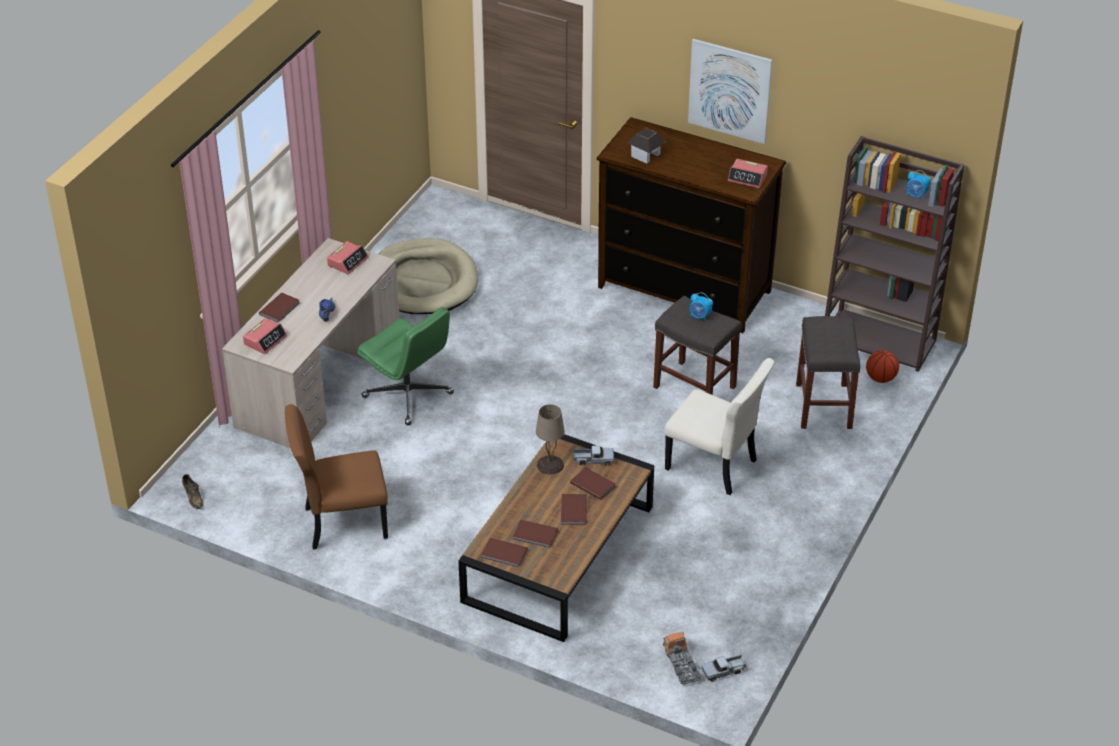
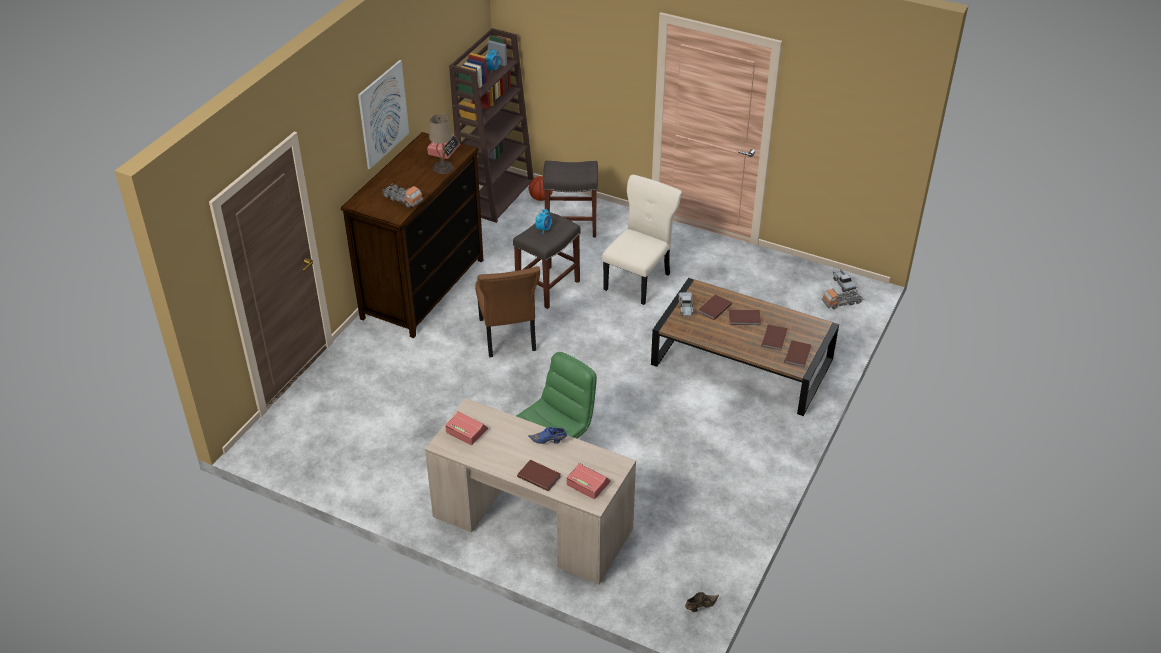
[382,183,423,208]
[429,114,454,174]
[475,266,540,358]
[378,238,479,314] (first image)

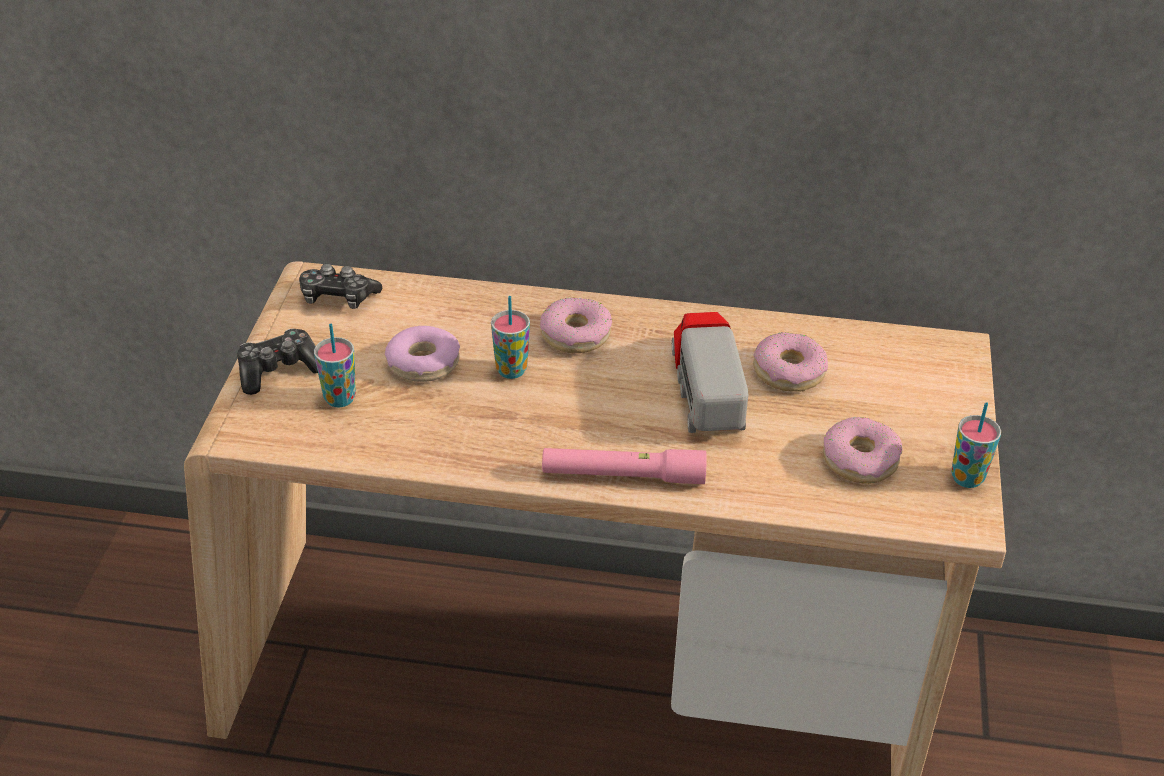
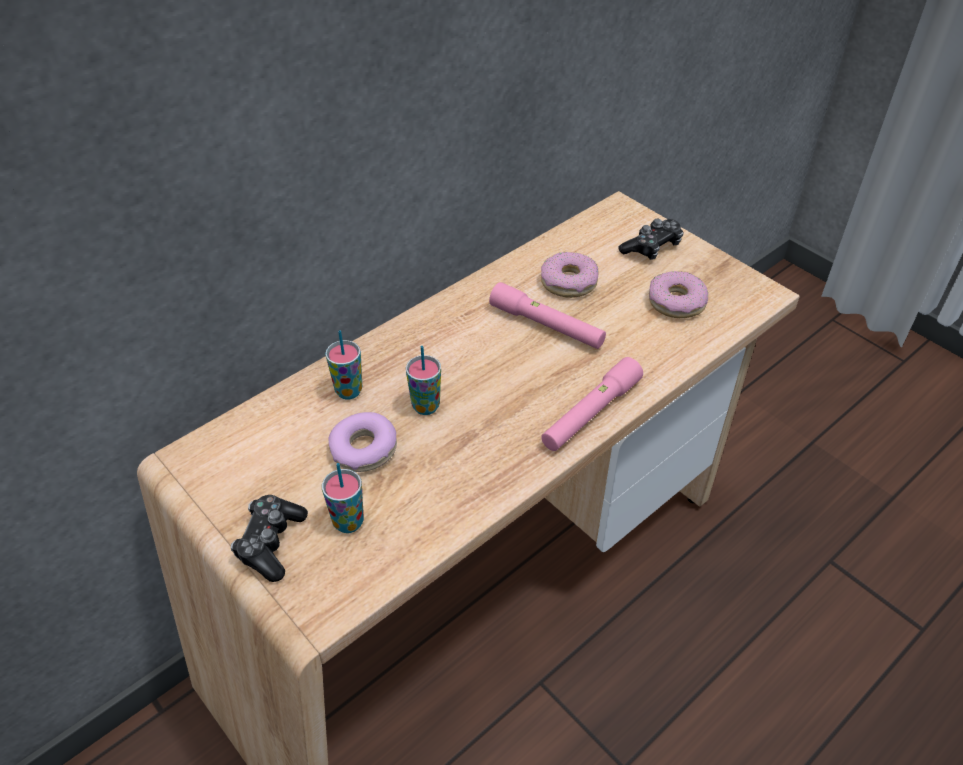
[325,330,362,399]
[489,282,606,349]
[619,219,683,260]
[540,297,612,353] (first image)

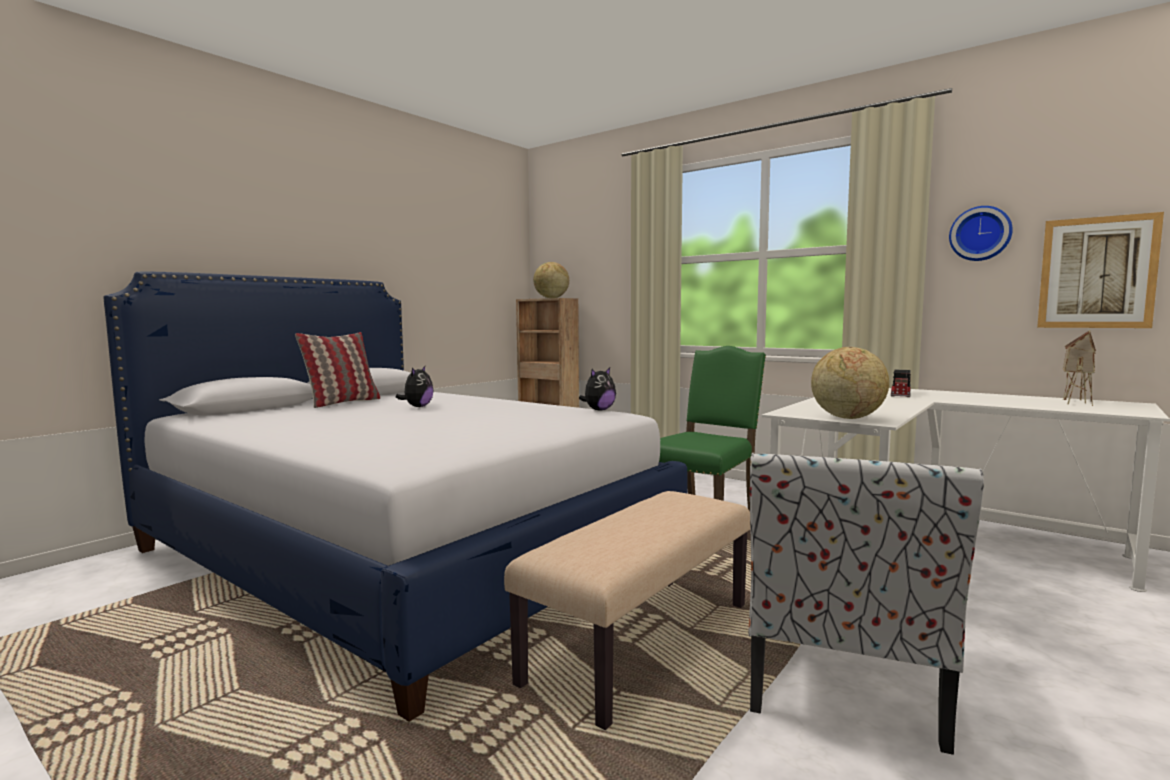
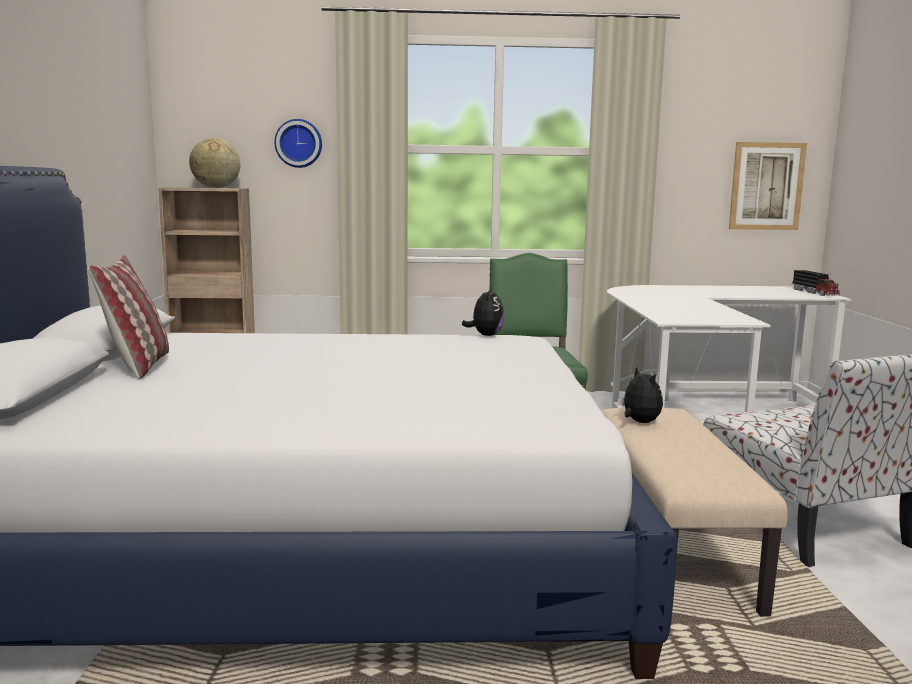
[275,119,322,168]
[618,367,663,423]
[792,270,840,296]
[811,347,889,419] (first image)
[1063,330,1096,406] (first image)

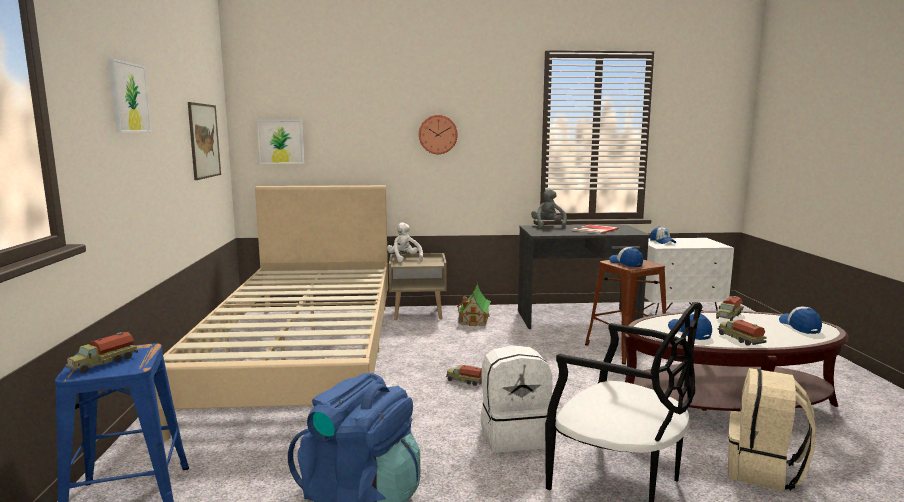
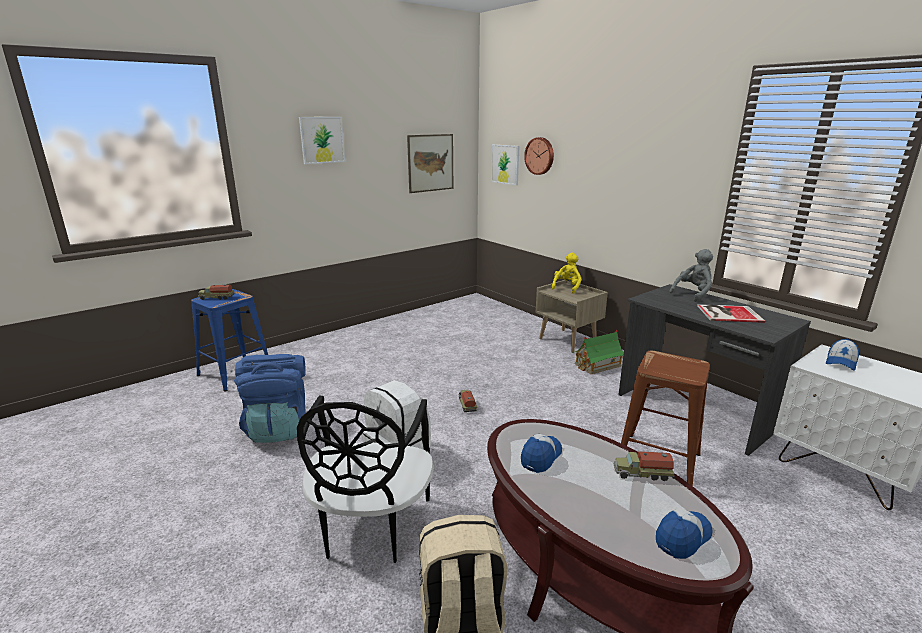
[524,137,554,175]
[551,253,582,294]
[154,185,388,441] (first image)
[609,247,643,267] (first image)
[717,320,766,346] (first image)

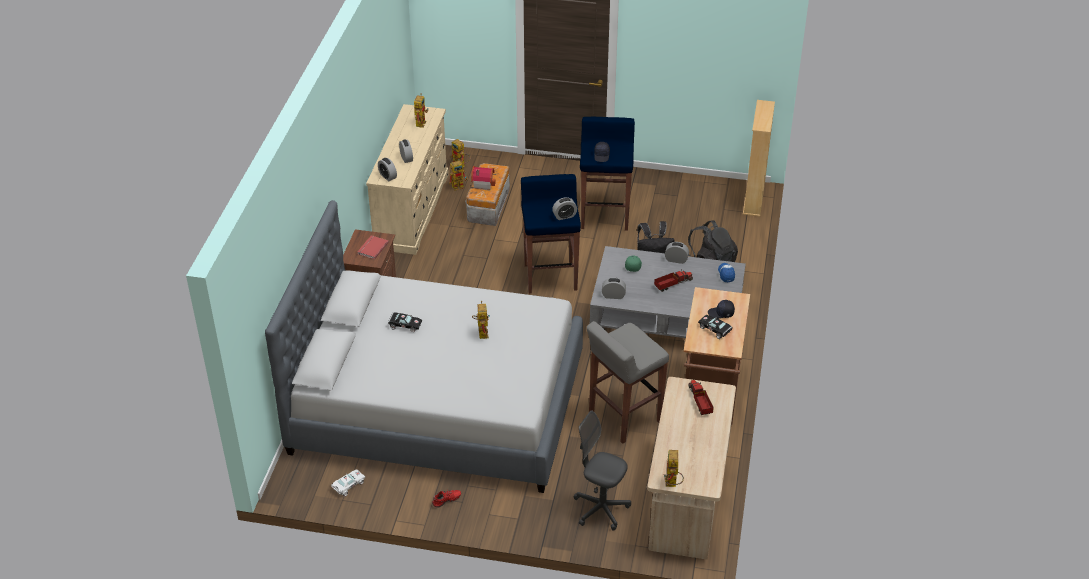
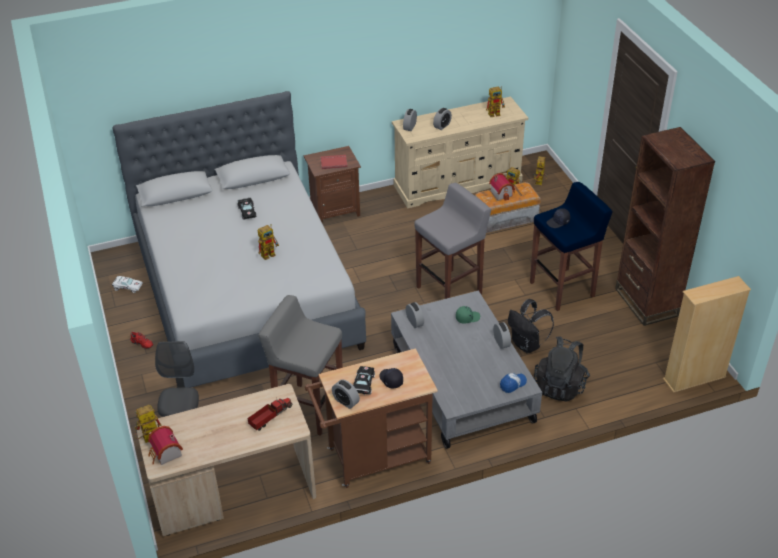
[148,426,183,465]
[332,380,360,409]
[414,183,491,299]
[615,127,715,326]
[654,271,693,292] (first image)

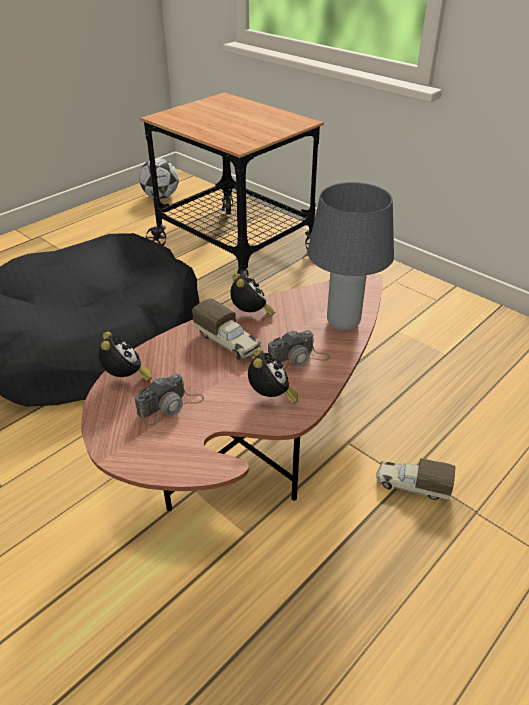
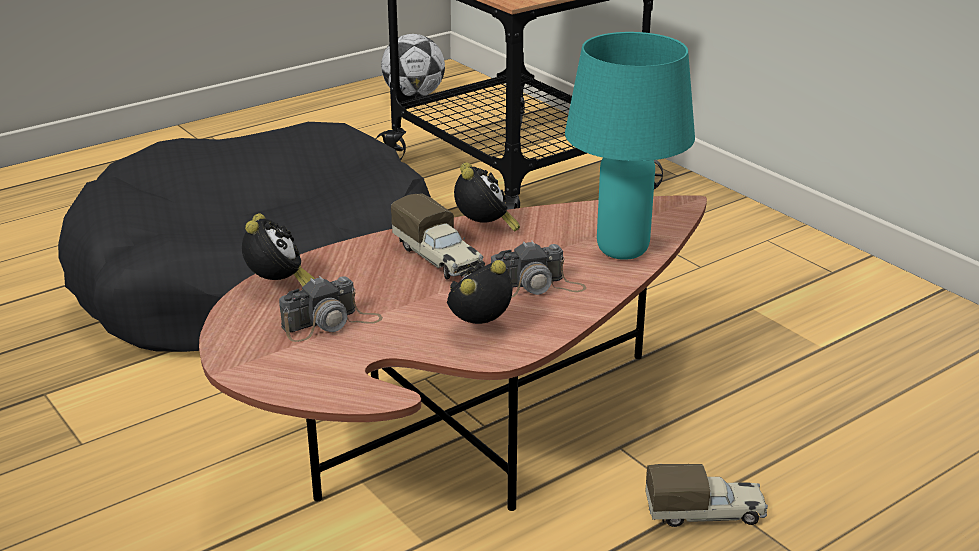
[447,260,512,324]
[565,32,695,260]
[645,464,768,527]

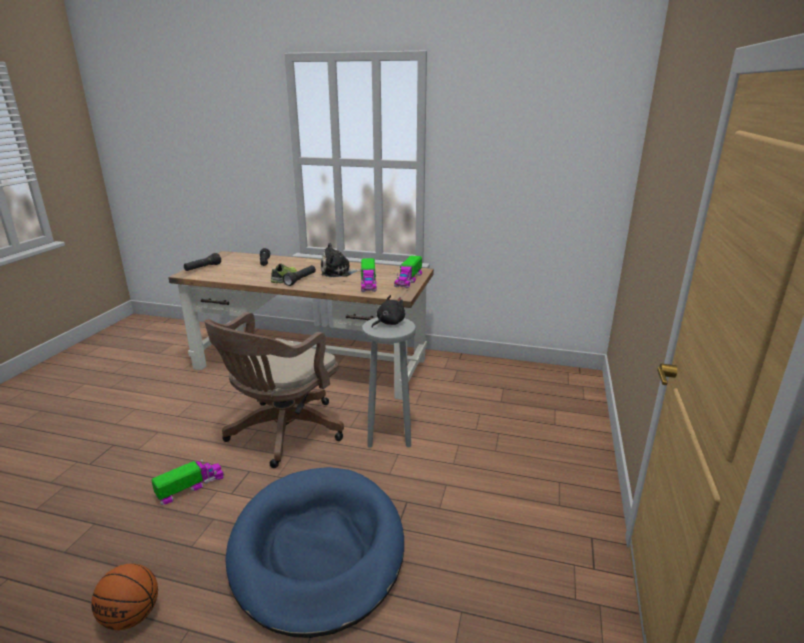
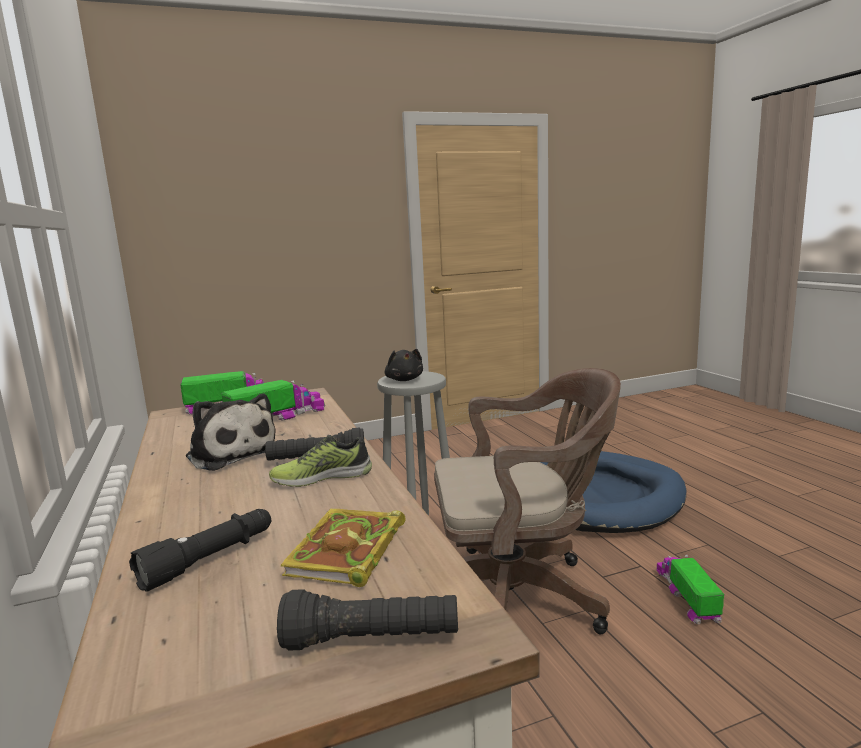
[281,509,406,587]
[385,349,423,381]
[656,555,724,625]
[91,564,158,630] (first image)

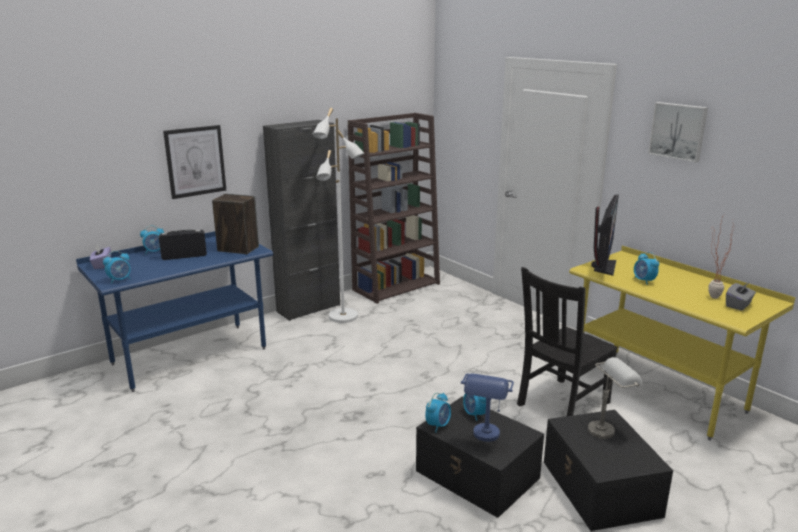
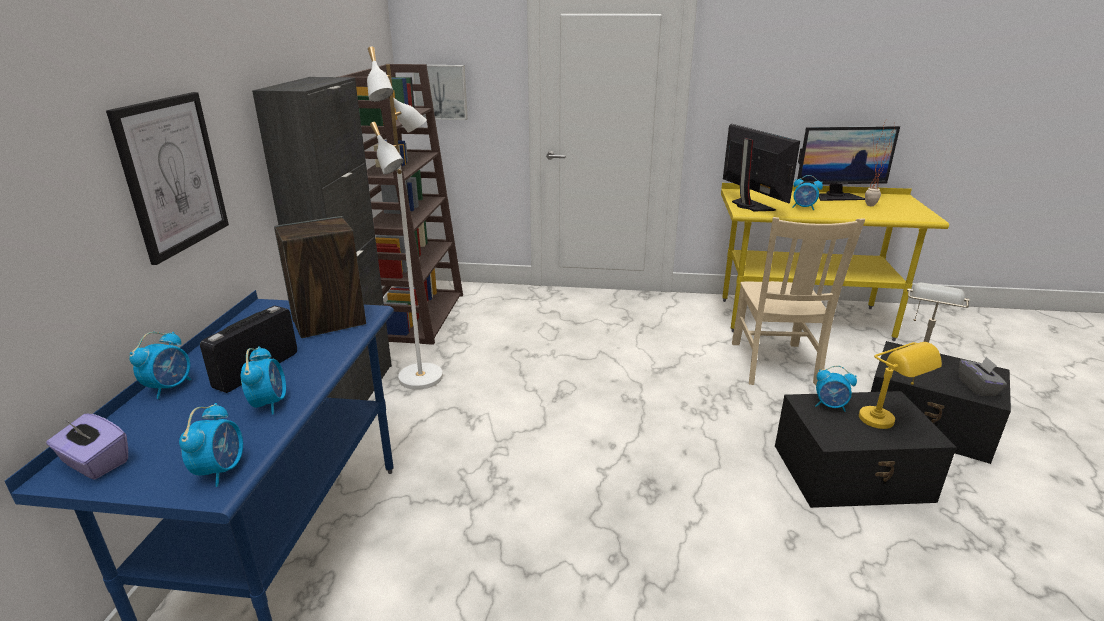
[240,346,286,414]
[412,65,468,120]
[732,217,865,385]
[797,126,900,201]
[859,342,942,429]
[959,356,1007,396]

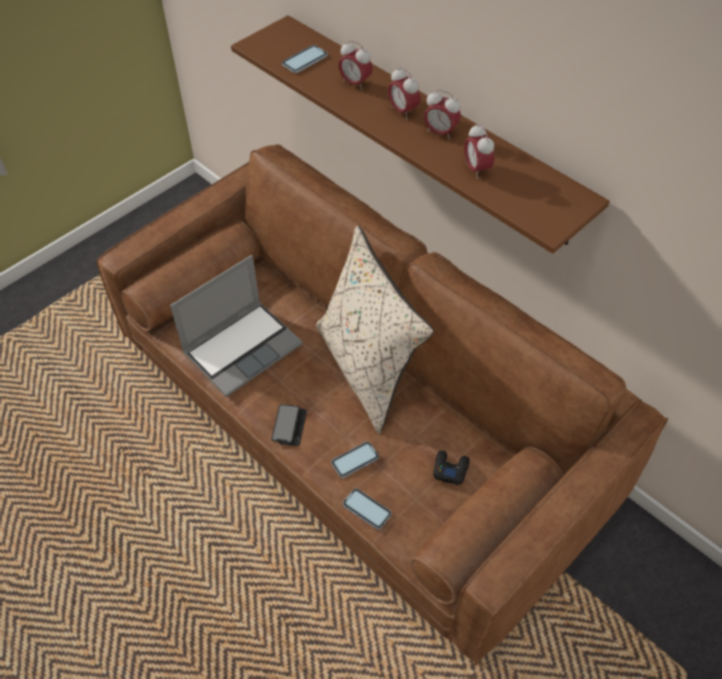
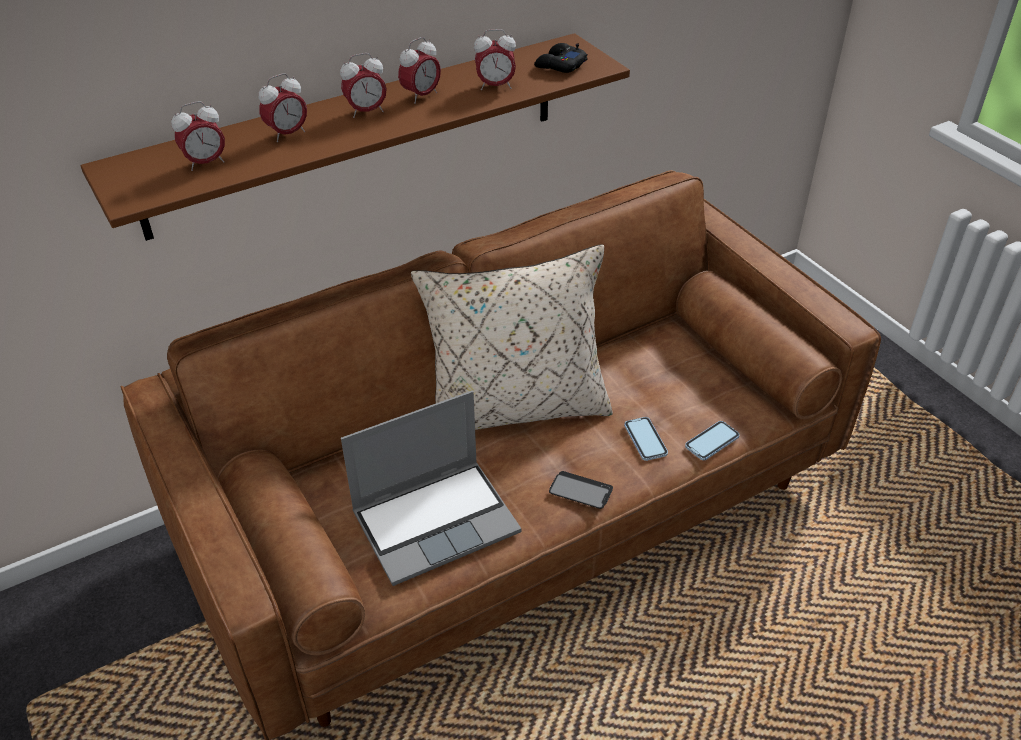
[171,101,225,171]
[341,391,521,586]
[534,43,588,73]

